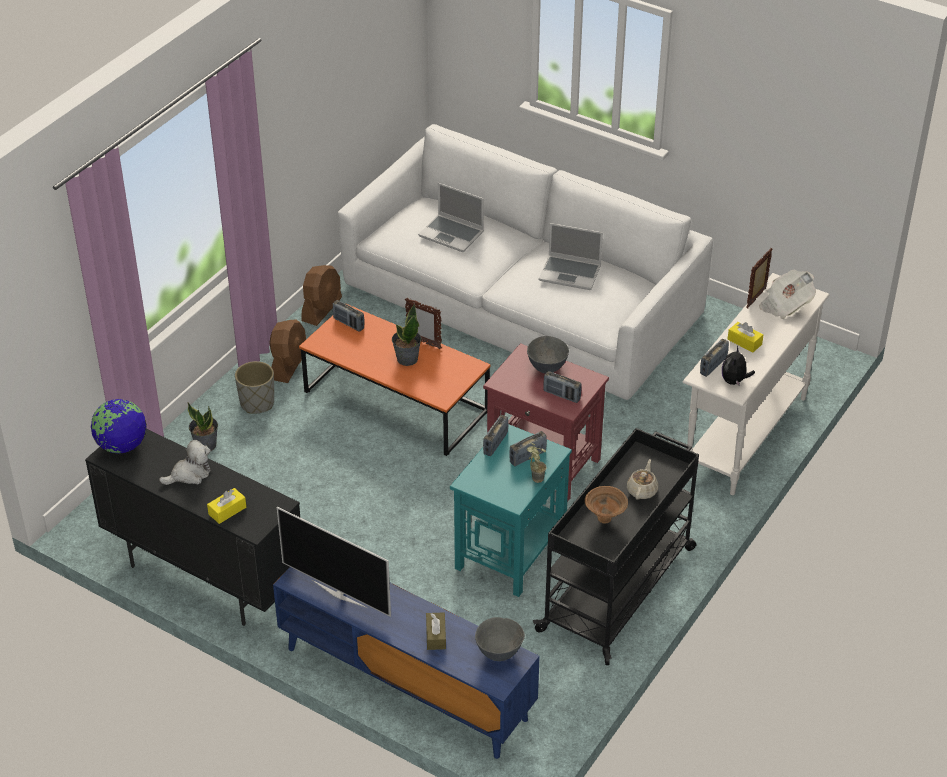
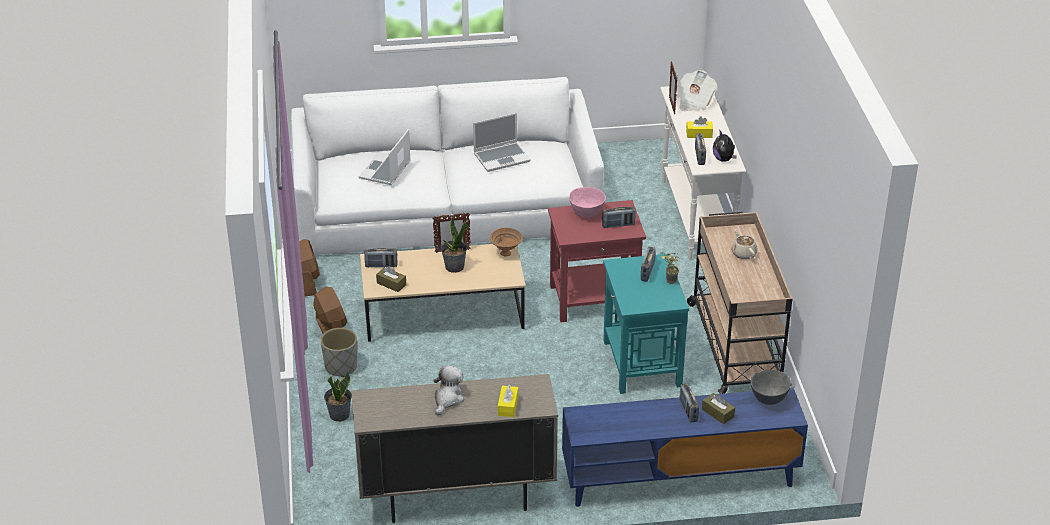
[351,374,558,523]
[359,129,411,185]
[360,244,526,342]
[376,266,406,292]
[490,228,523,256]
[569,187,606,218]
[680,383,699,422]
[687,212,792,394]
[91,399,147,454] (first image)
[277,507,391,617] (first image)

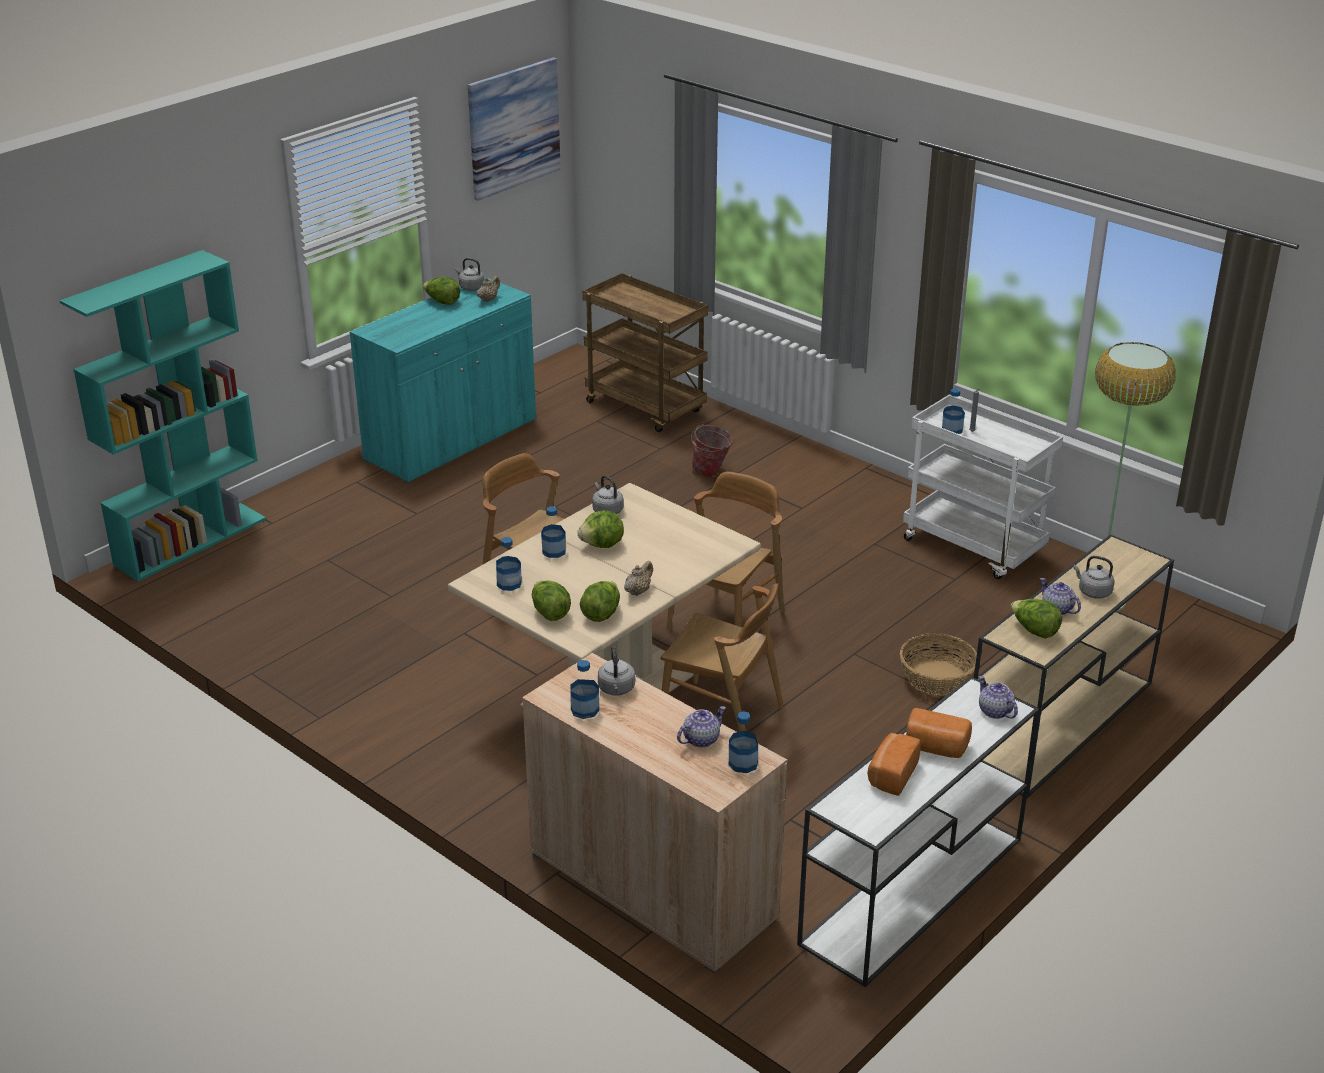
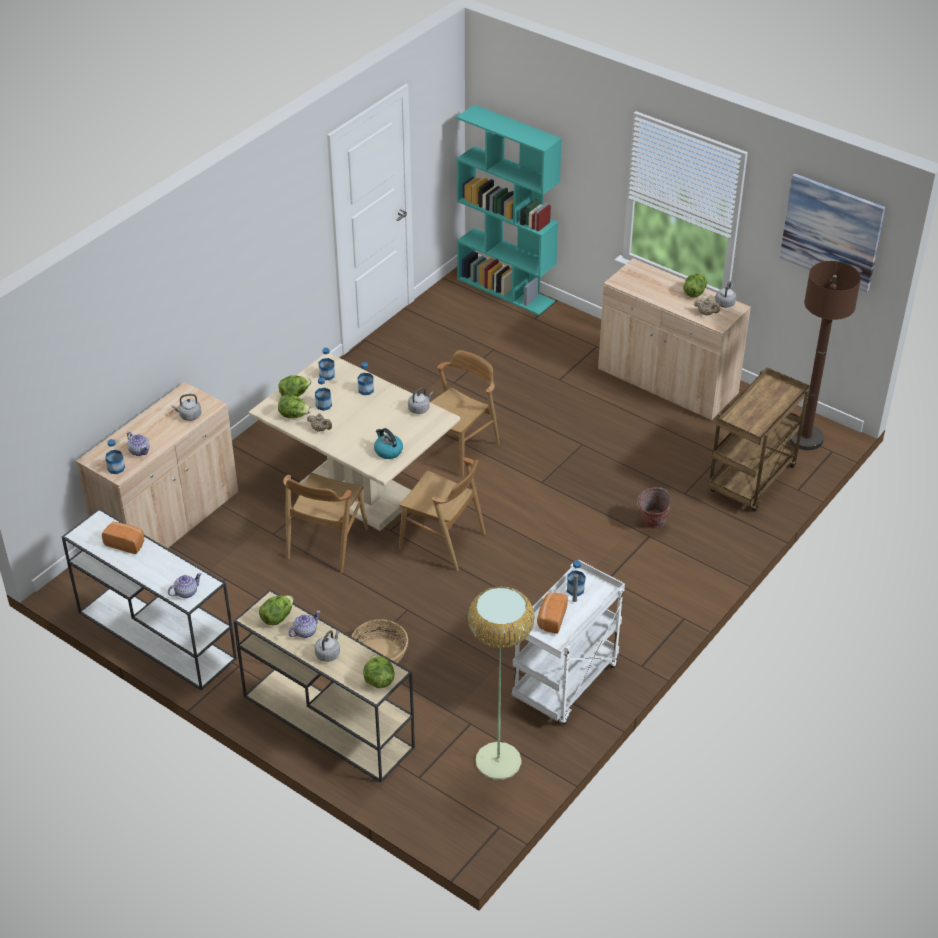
[315,377,332,411]
[363,656,395,688]
[374,428,403,459]
[537,592,568,634]
[598,258,751,420]
[789,261,861,450]

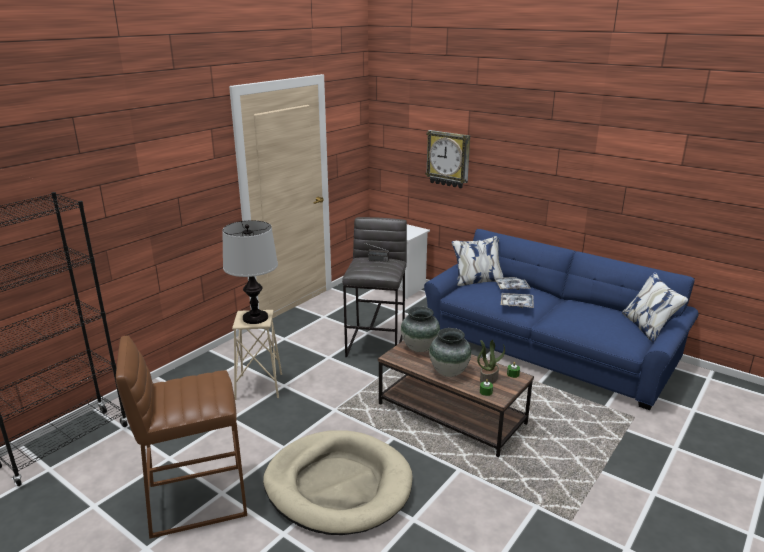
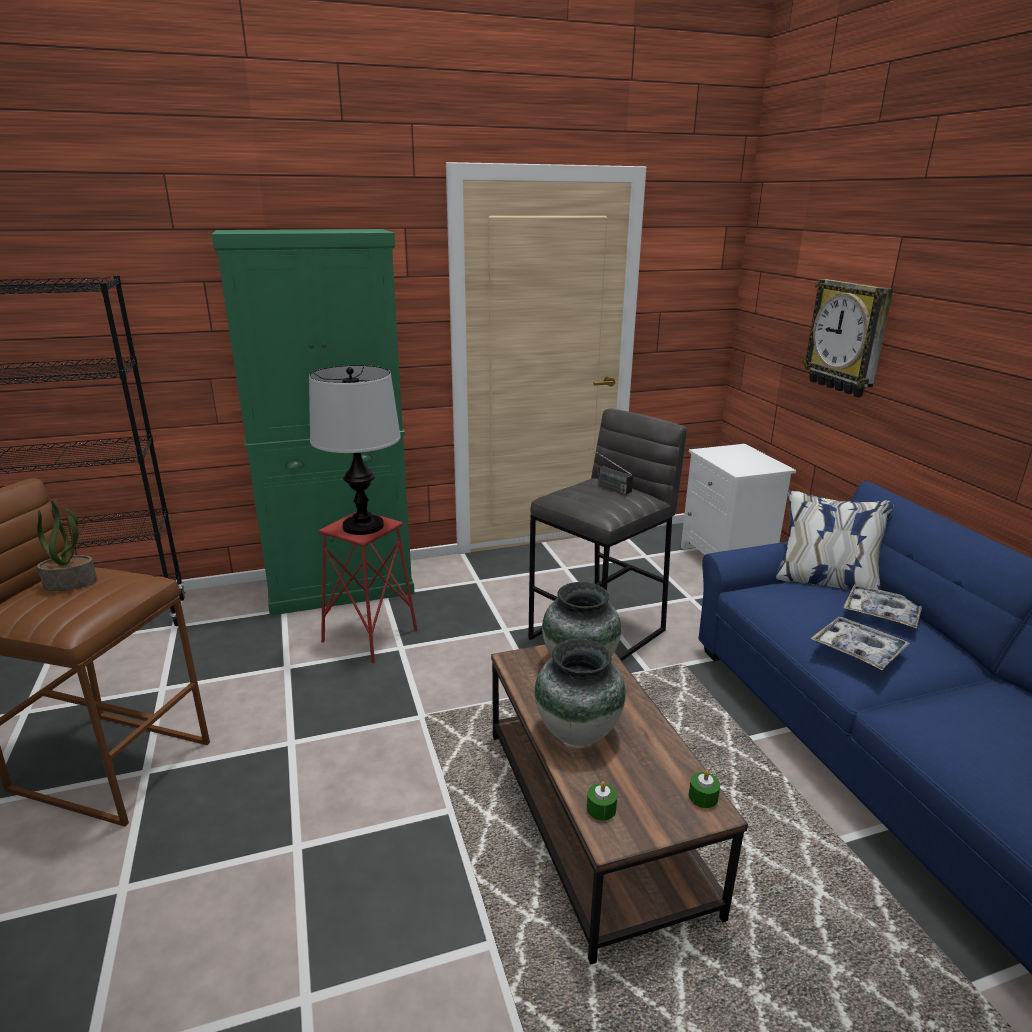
[37,499,97,591]
[211,229,415,616]
[319,511,417,663]
[263,430,413,535] (first image)

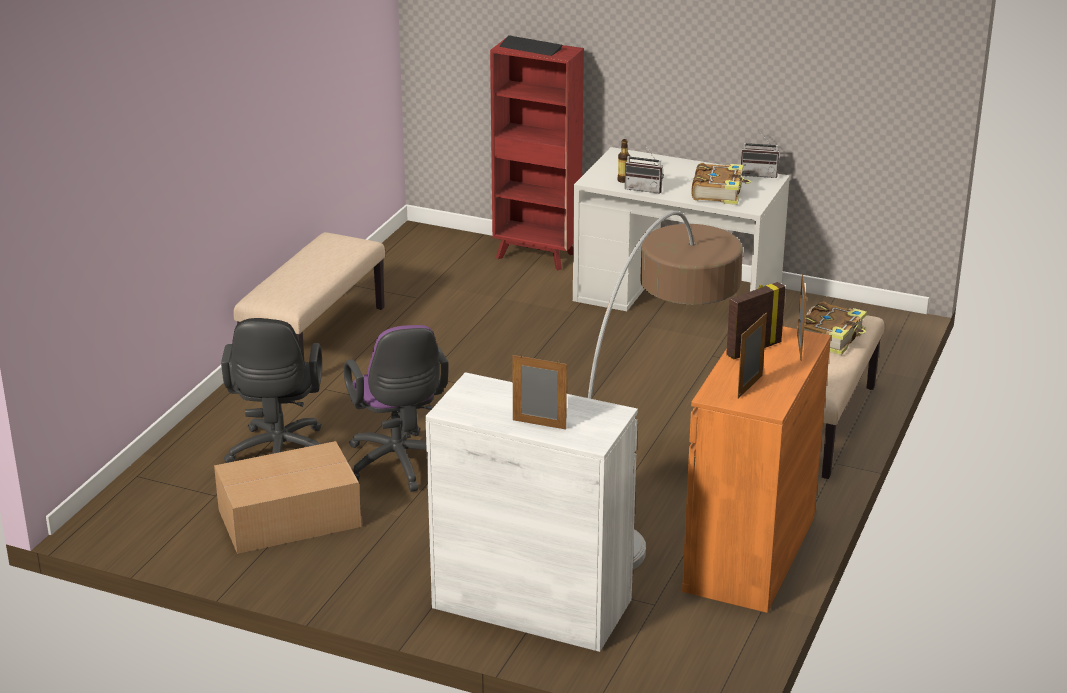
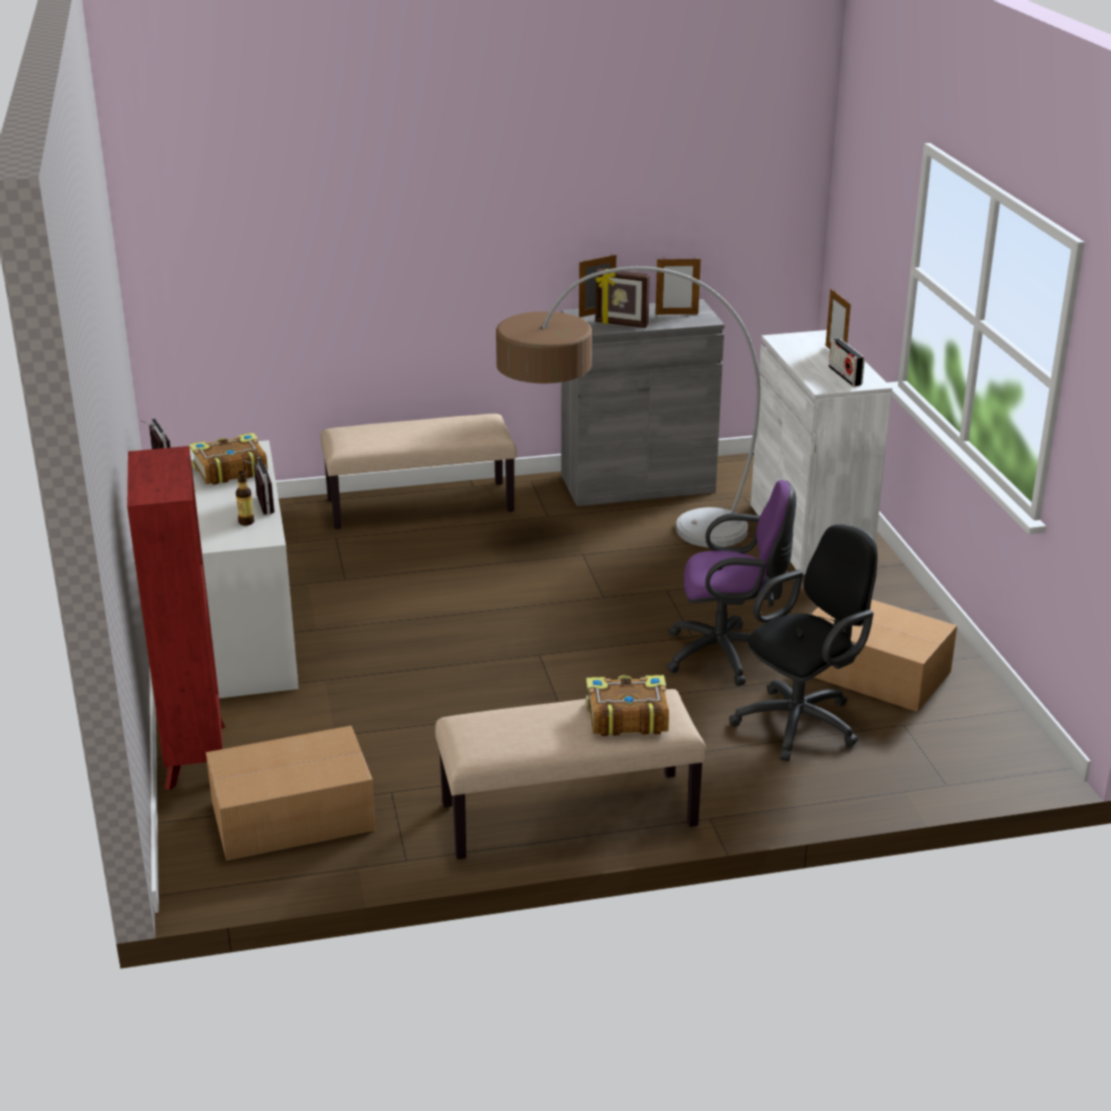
[206,725,376,861]
[561,299,725,506]
[586,675,669,736]
[667,480,796,686]
[829,338,865,386]
[500,35,562,56] (first image)

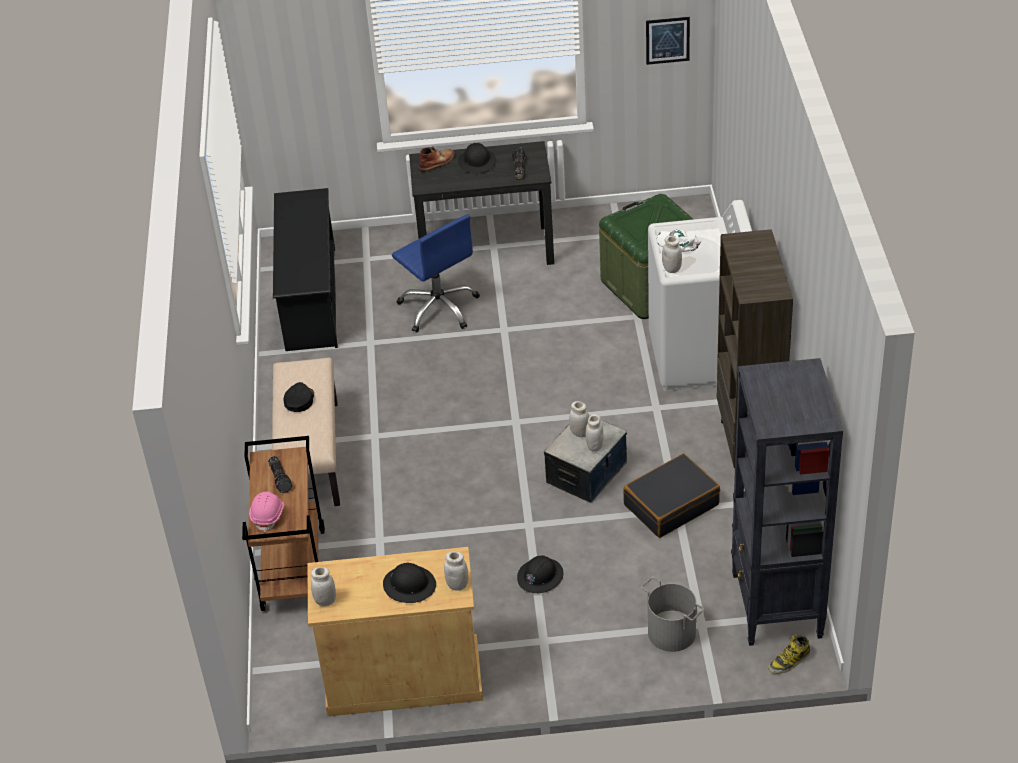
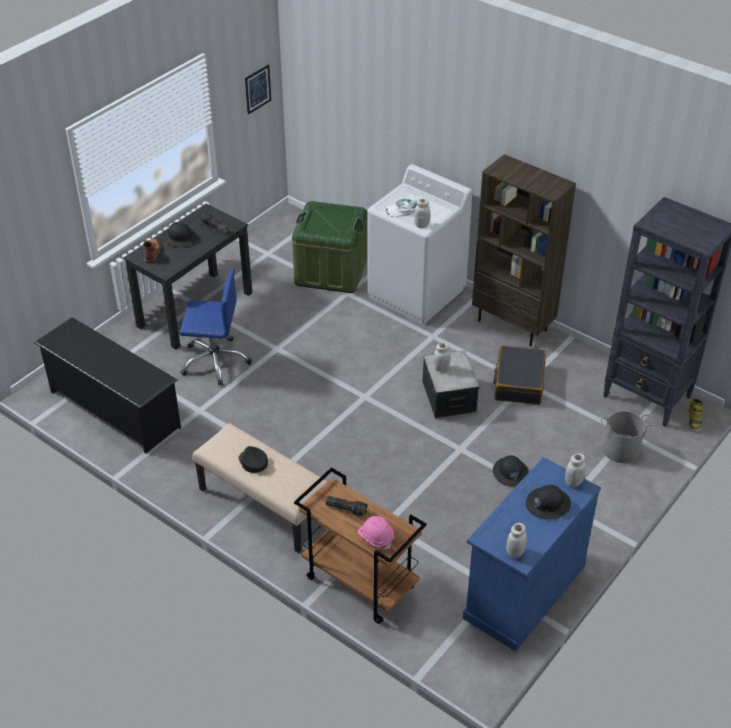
[463,457,601,652]
[585,414,604,452] (first image)

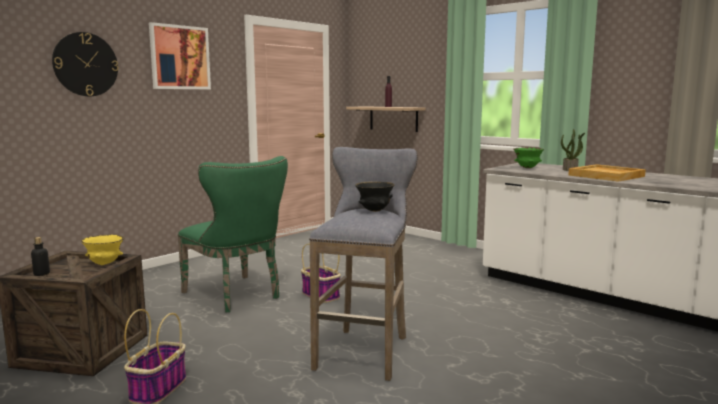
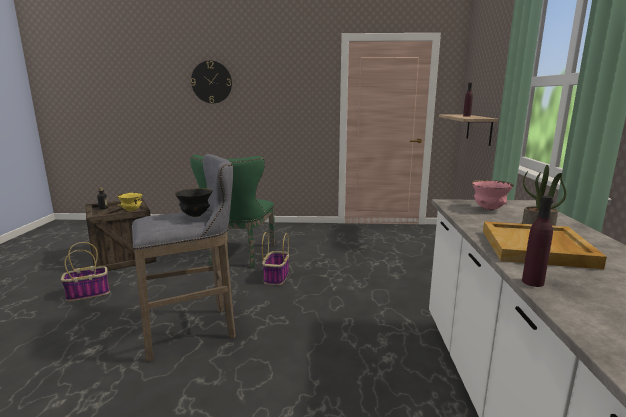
[471,180,514,210]
[522,196,553,287]
[149,22,211,89] (first image)

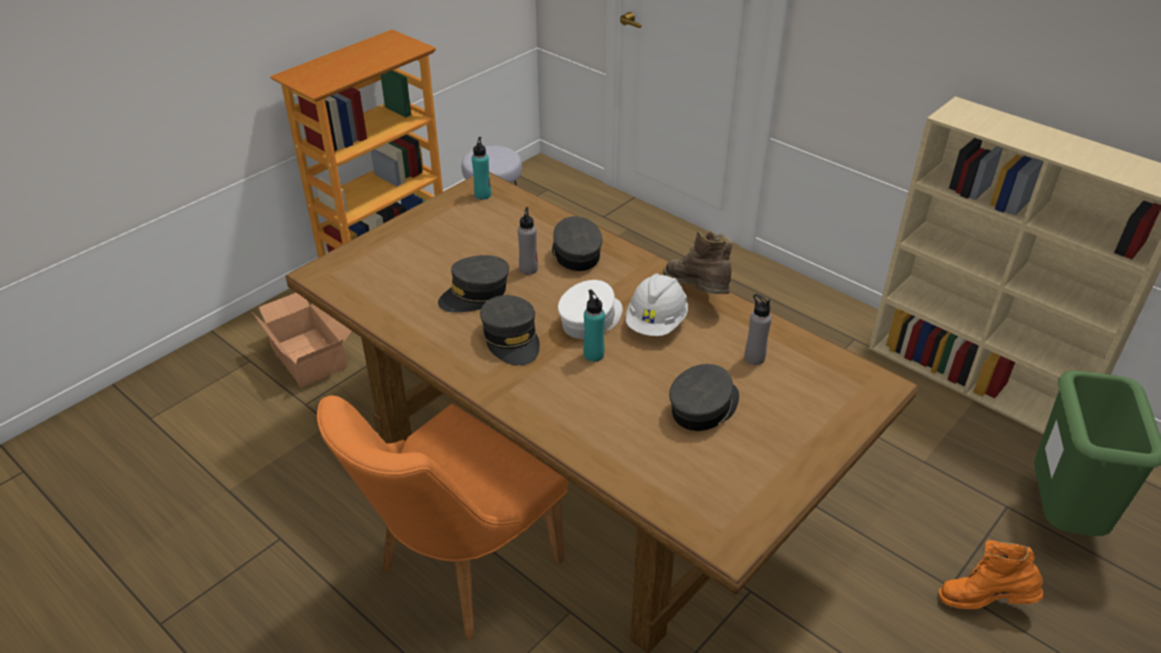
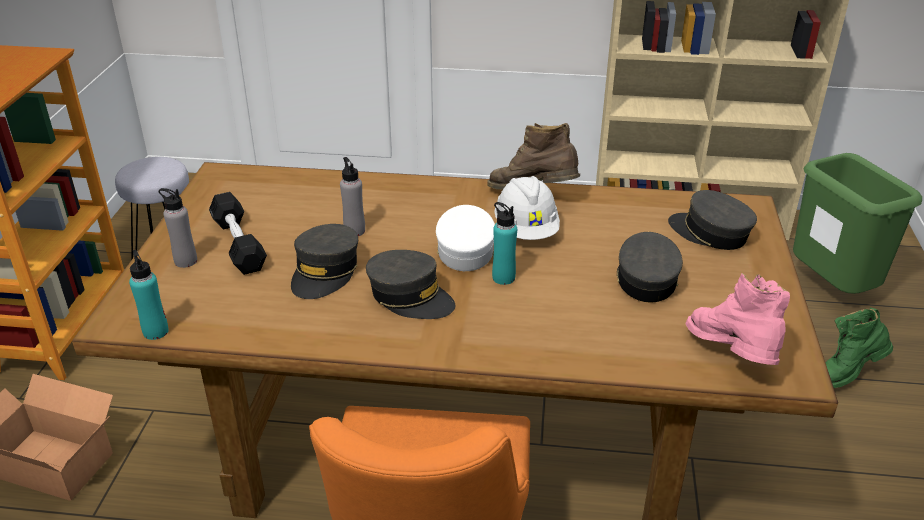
[129,250,169,340]
[158,188,197,268]
[209,192,267,275]
[668,190,757,250]
[685,273,790,365]
[825,307,893,388]

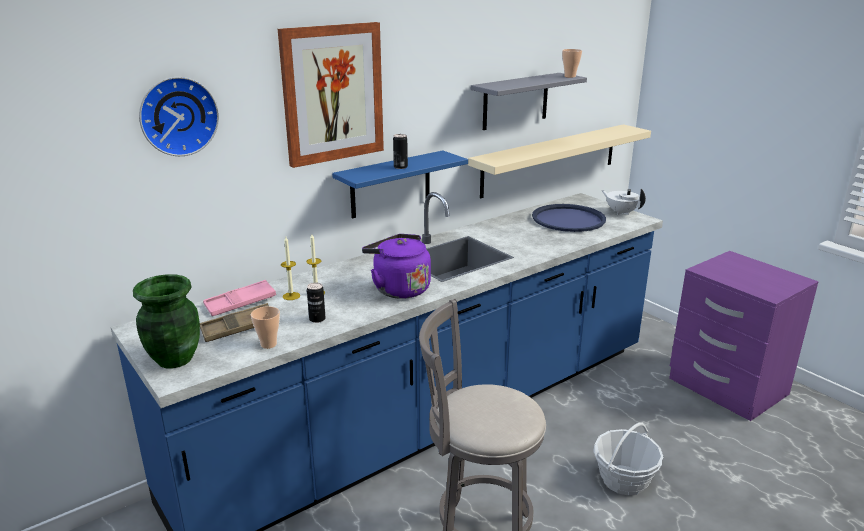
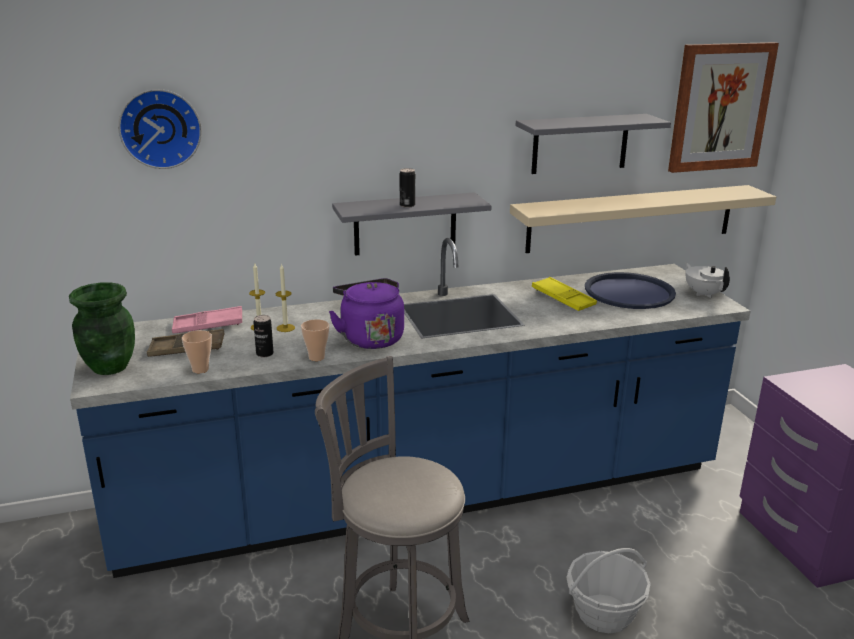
[301,319,329,361]
[332,192,492,256]
[532,277,597,311]
[668,42,779,173]

